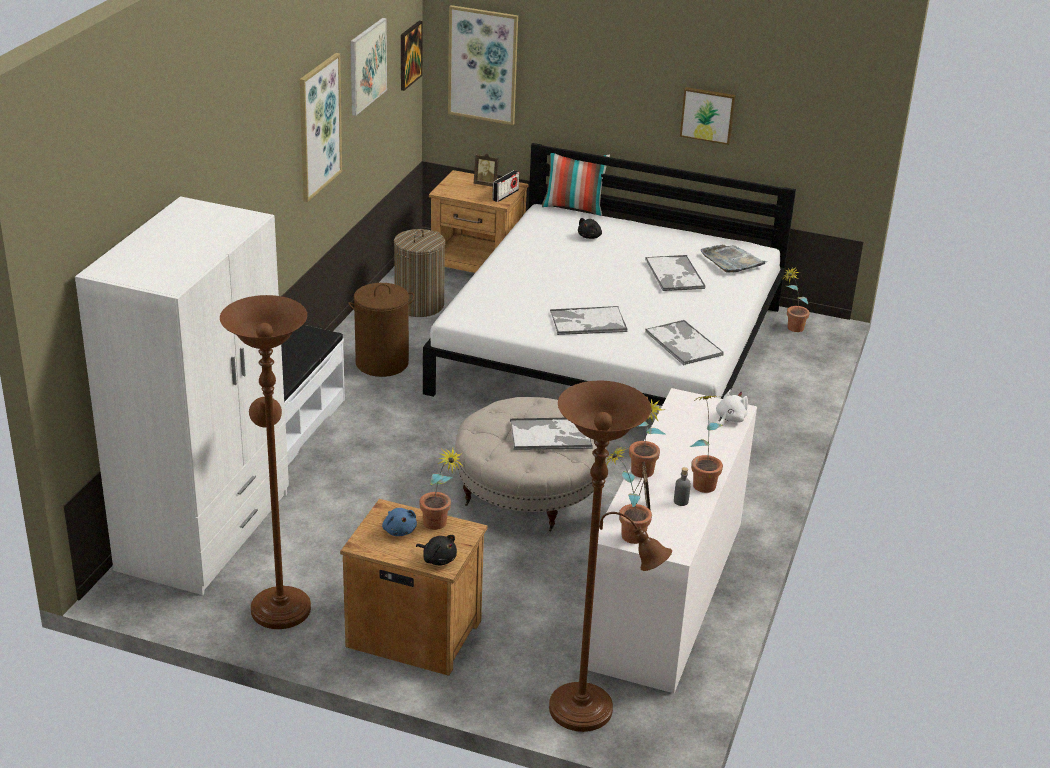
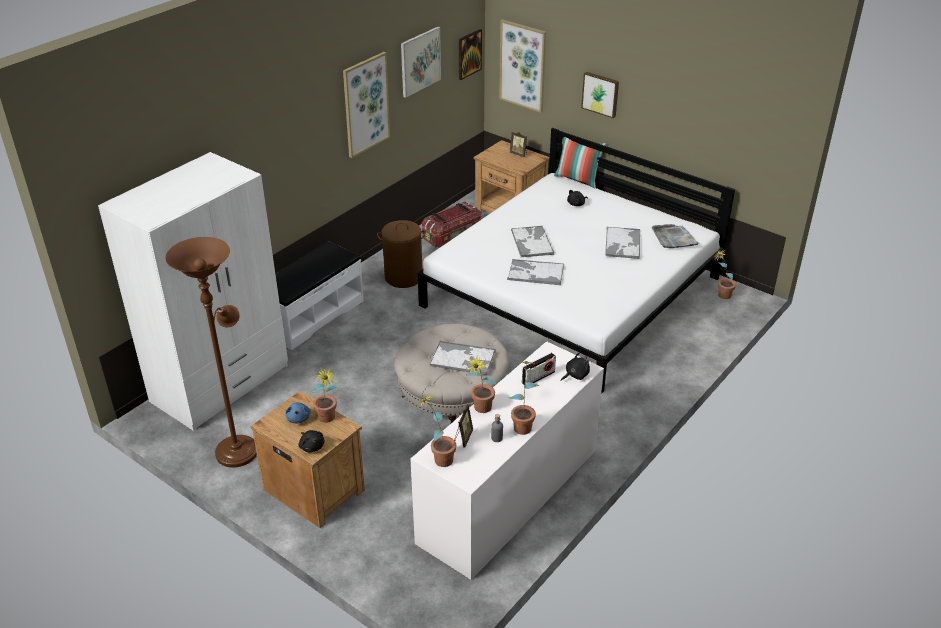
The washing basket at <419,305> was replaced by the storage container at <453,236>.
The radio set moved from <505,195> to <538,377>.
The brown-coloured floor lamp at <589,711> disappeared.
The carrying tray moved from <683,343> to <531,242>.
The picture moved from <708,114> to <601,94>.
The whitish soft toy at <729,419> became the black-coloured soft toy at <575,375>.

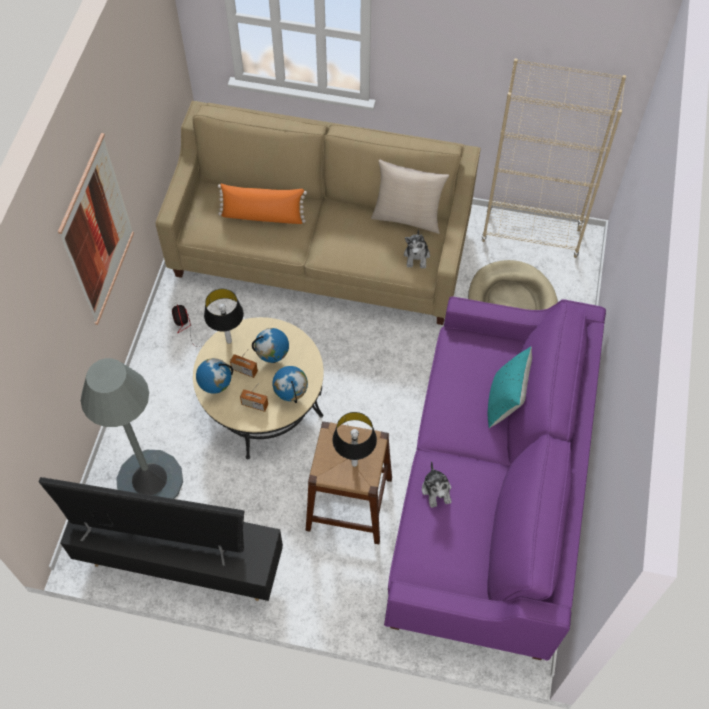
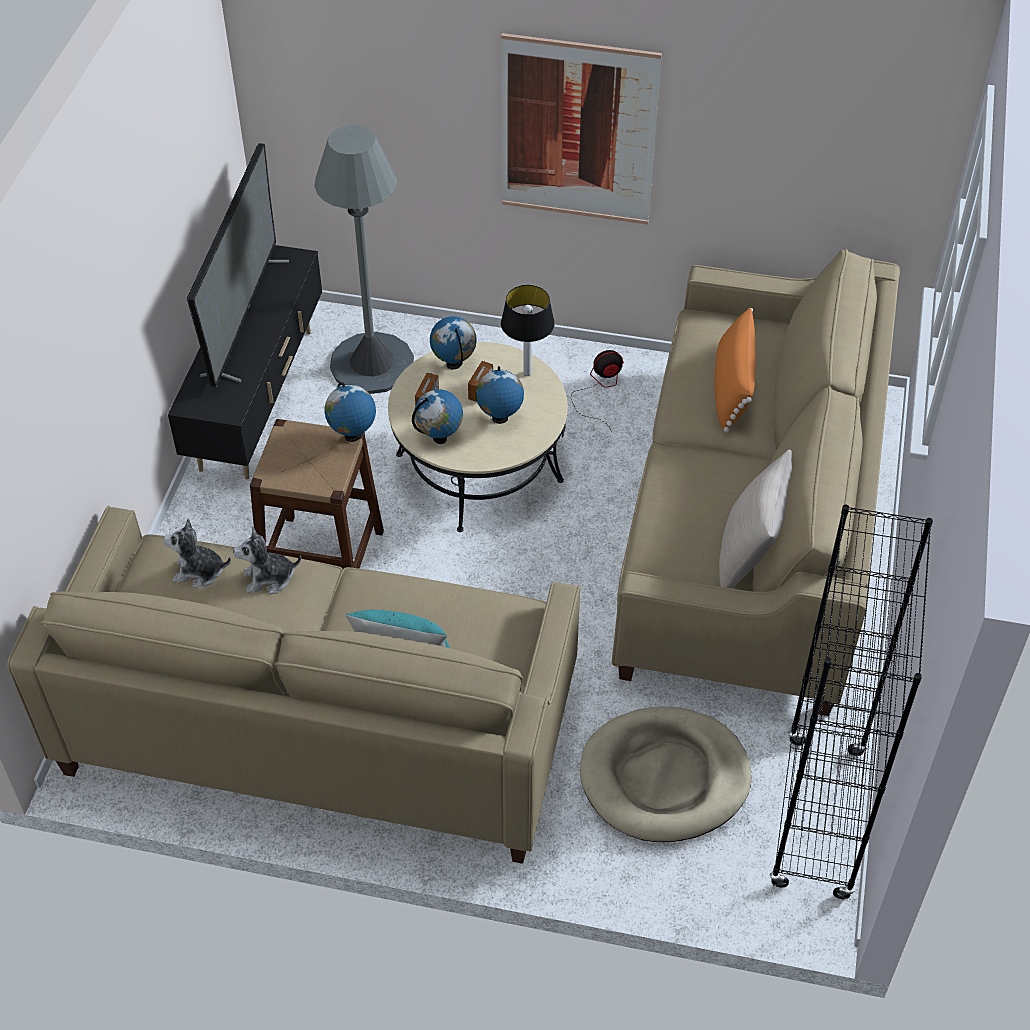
The tabletop lamp at <354,463> disappeared.
The purplish couch at <488,495> became the beige couch at <320,726>.
The soft toy moved from <417,256> to <199,572>.
The beige bookshelf at <531,234> became the black-coloured bookshelf at <818,818>.
The world globe at <352,436> appeared.

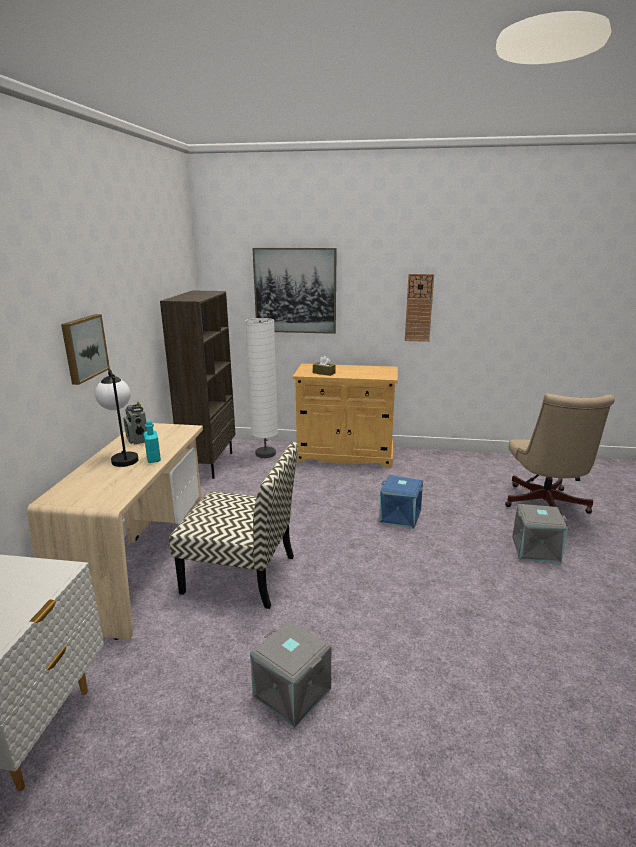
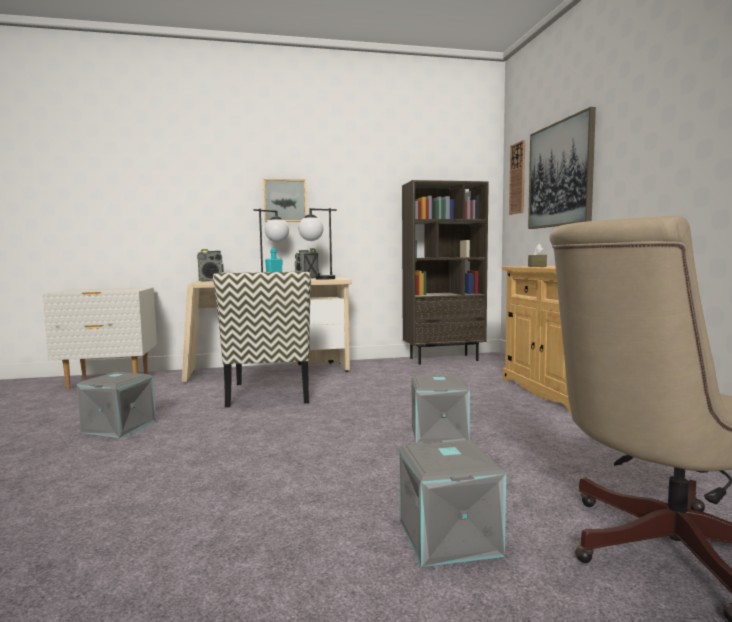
The whitish floor lamp at <265,453> disappeared.
The bluish storage container at <400,516> became the grey storage container at <440,433>.
The clock on the wall moved from <419,308> to <517,178>.
The radio set at <211,281> appeared.
The tabletop lamp at <317,279> appeared.

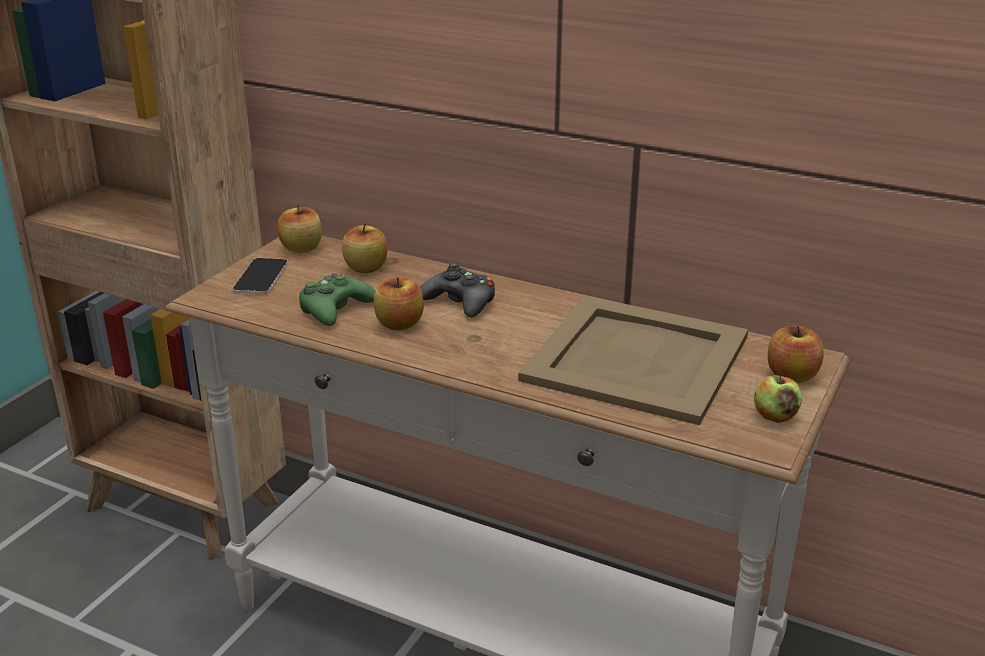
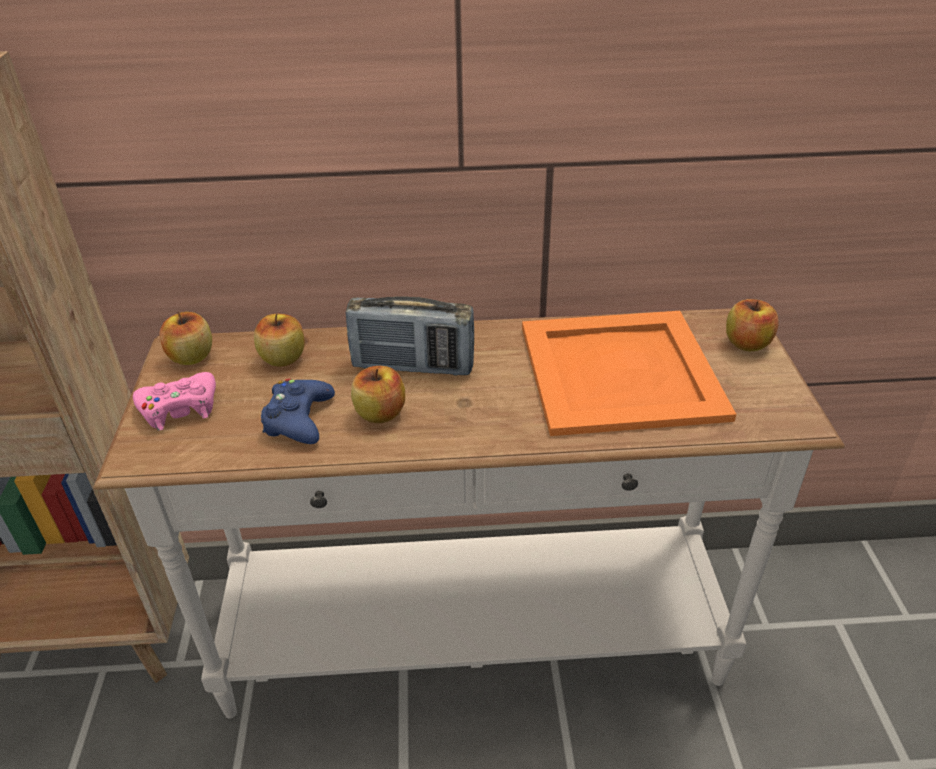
The handset at <261,277> was replaced by the pink game controller at <179,408>.
The green game controller at <335,309> became the bluish game controller at <298,419>.
The black-coloured game controller at <460,302> was replaced by the radio set at <413,366>.
The beige carrying tray at <634,358> became the orange carrying tray at <619,372>.
The apple at <775,416> disappeared.

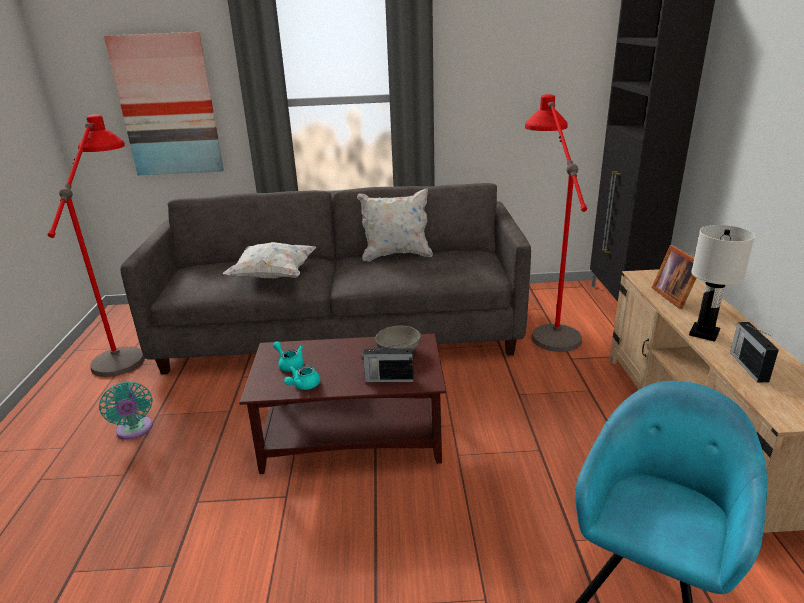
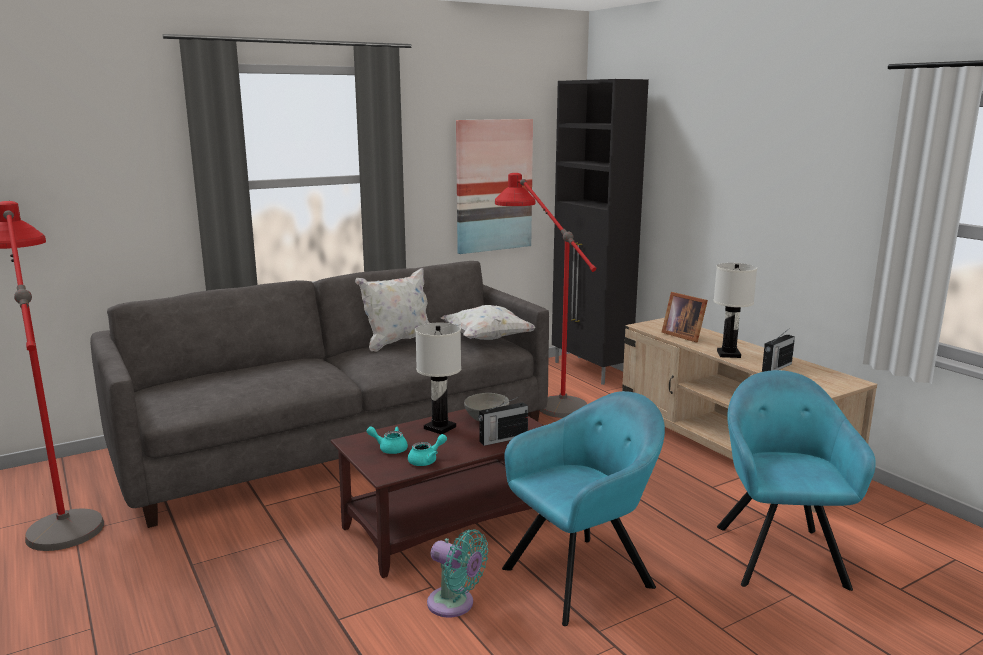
The turquoise-coloured electric fan moved from <135,431> to <454,604>.
The picture moved from <168,106> to <493,185>.
The whitish cushion moved from <273,276> to <487,339>.
The turquoise-coloured teapot at <303,385> turned 135 degrees counterclockwise.
The radio set at <748,366> turned 105 degrees counterclockwise.
The whitish tabletop lamp at <440,428> appeared.
The turquoise-coloured armchair at <583,575> appeared.

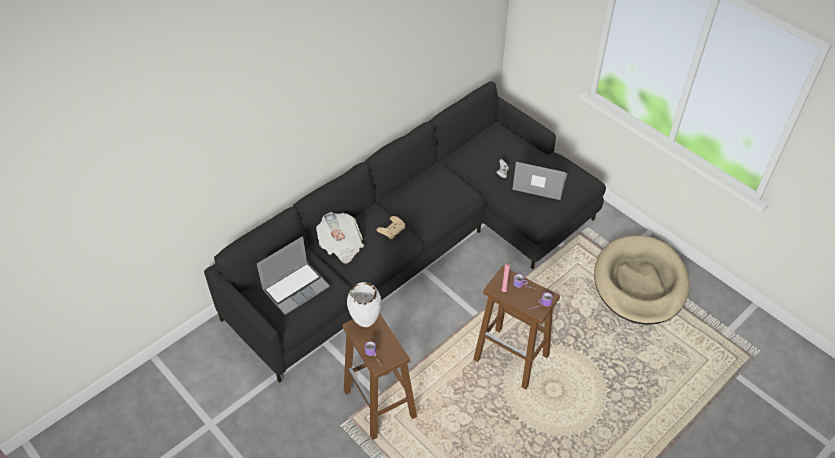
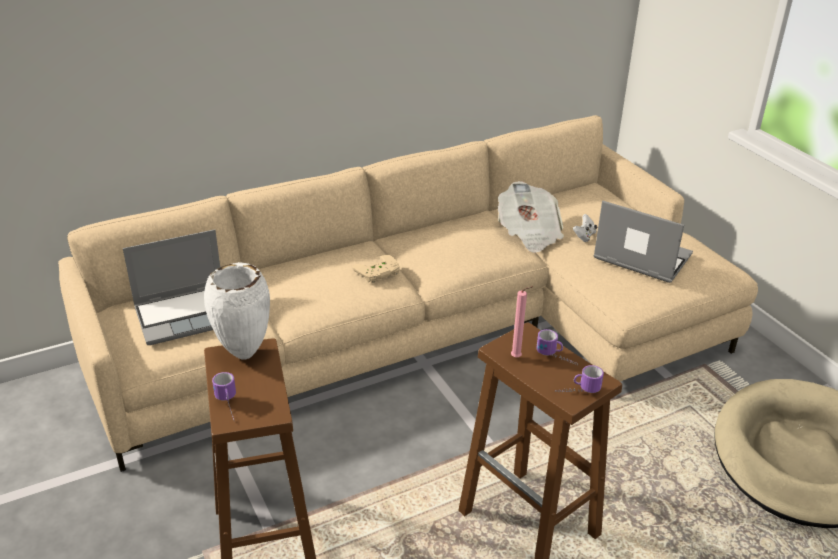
The black-coloured couch at <419,246> became the beige couch at <432,334>.
The newspaper moved from <341,245> to <529,233>.

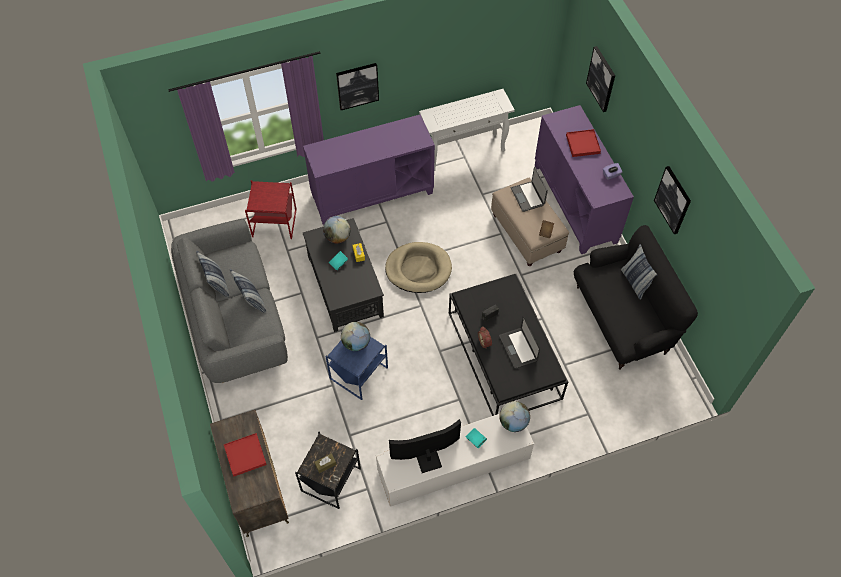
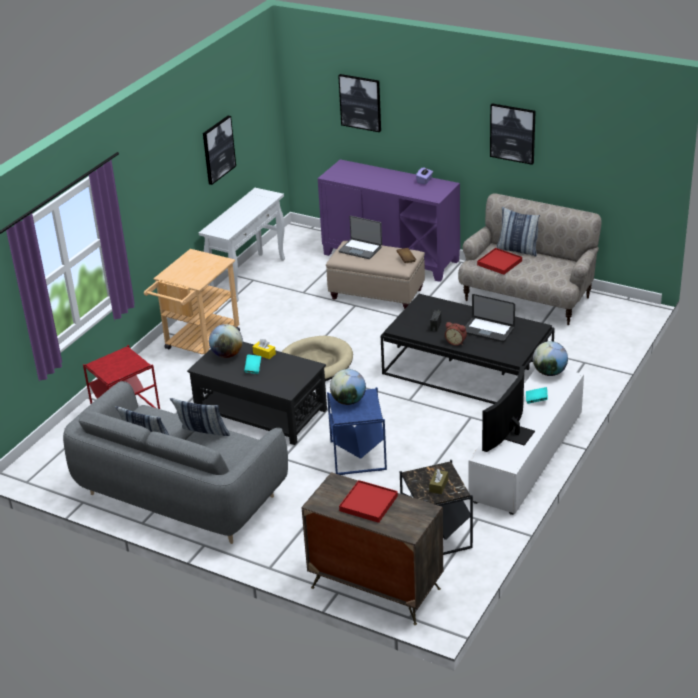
The purplish cupboard at <372,193> was replaced by the beige cart at <199,344>.
The picture moved from <357,85> to <218,149>.
The red-coloured carrying tray moved from <583,144> to <499,263>.
The black-coloured couch at <622,319> became the beige couch at <528,298>.

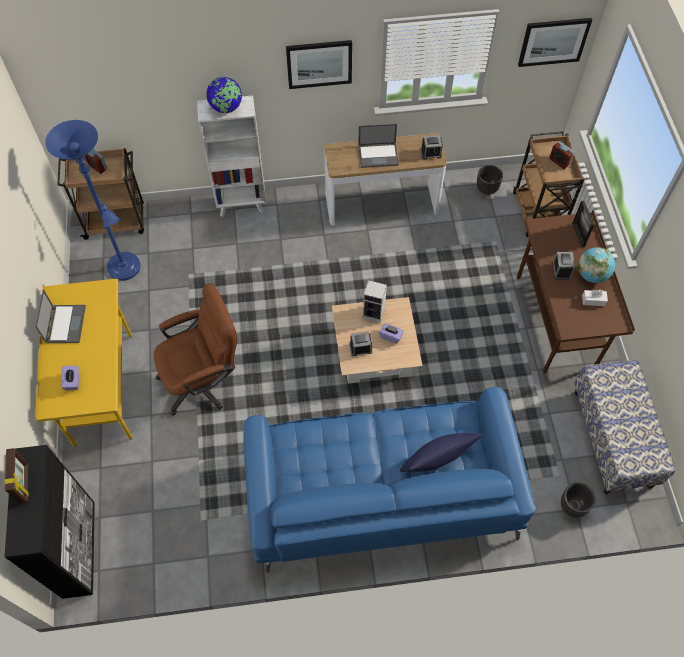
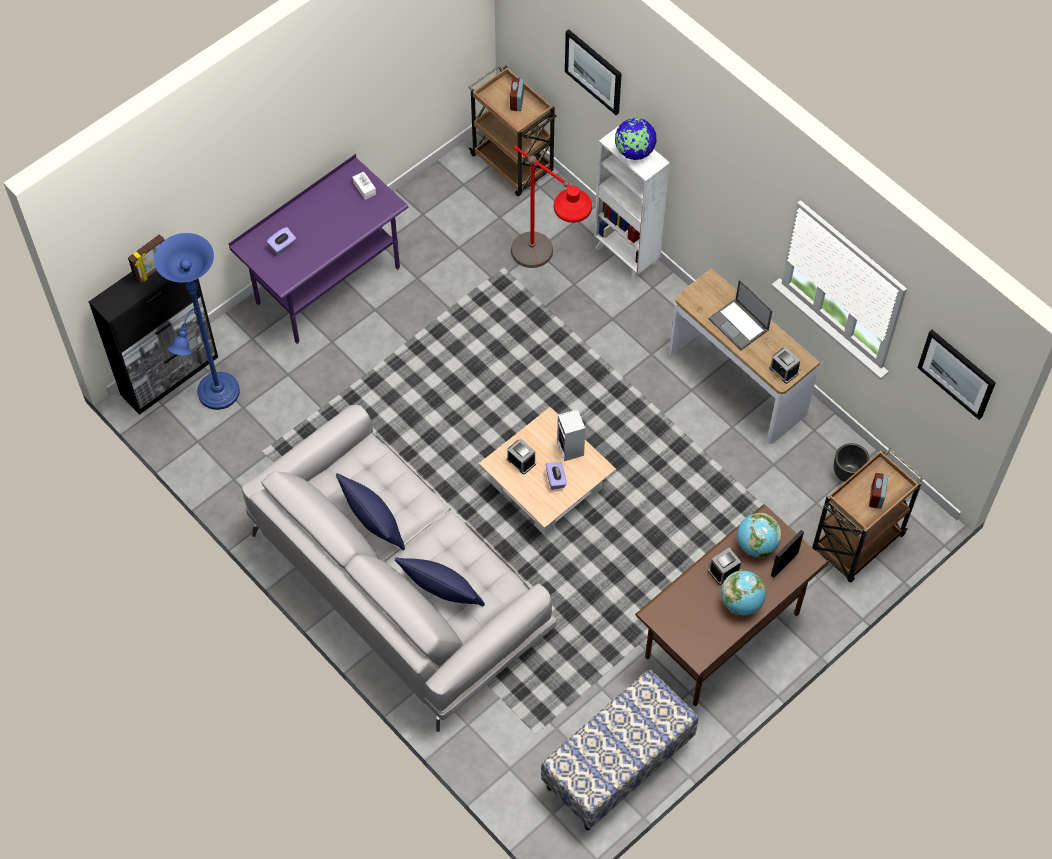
The yellow desk table at <103,389> became the purplish desk table at <328,286>.
The laptop at <65,323> disappeared.
The bluish floor lamp moved from <126,270> to <216,396>.
The brown-coloured computer chair at <204,380> disappeared.
The bluish couch at <380,491> became the grey couch at <399,581>.
The picture moved from <319,63> to <594,71>.
The black-coloured planter at <572,507> disappeared.
The whitish box of tissues moved from <593,300> to <364,188>.
The bluish cushion at <373,521> appeared.
The red-coloured floor lamp at <546,272> appeared.
The world globe at <756,545> appeared.

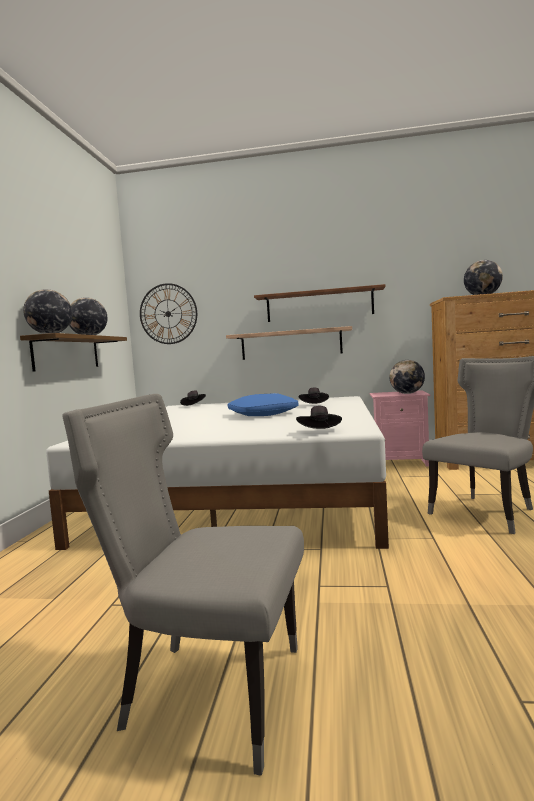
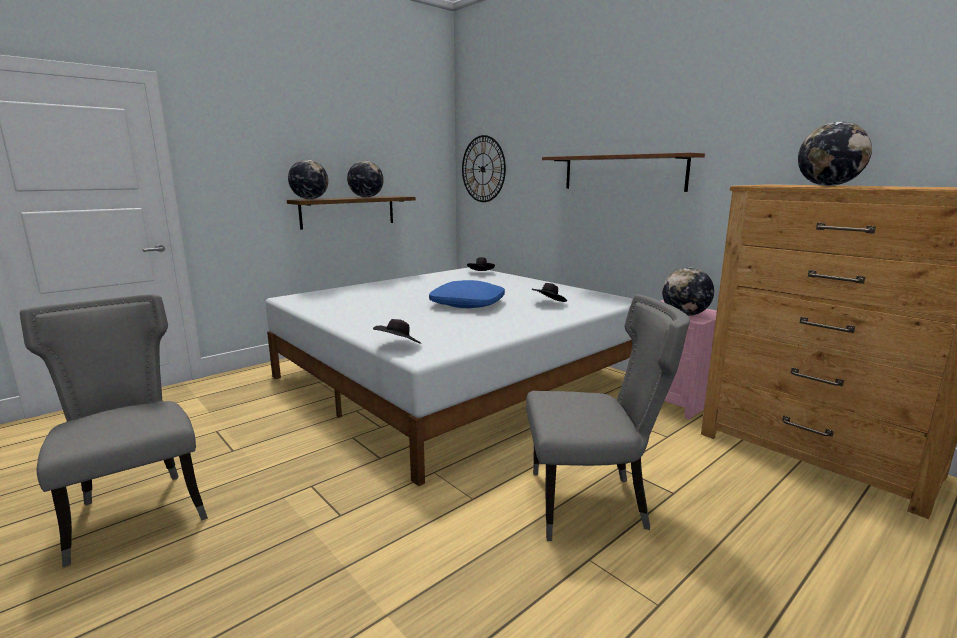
The wall shelf at <291,344> disappeared.

